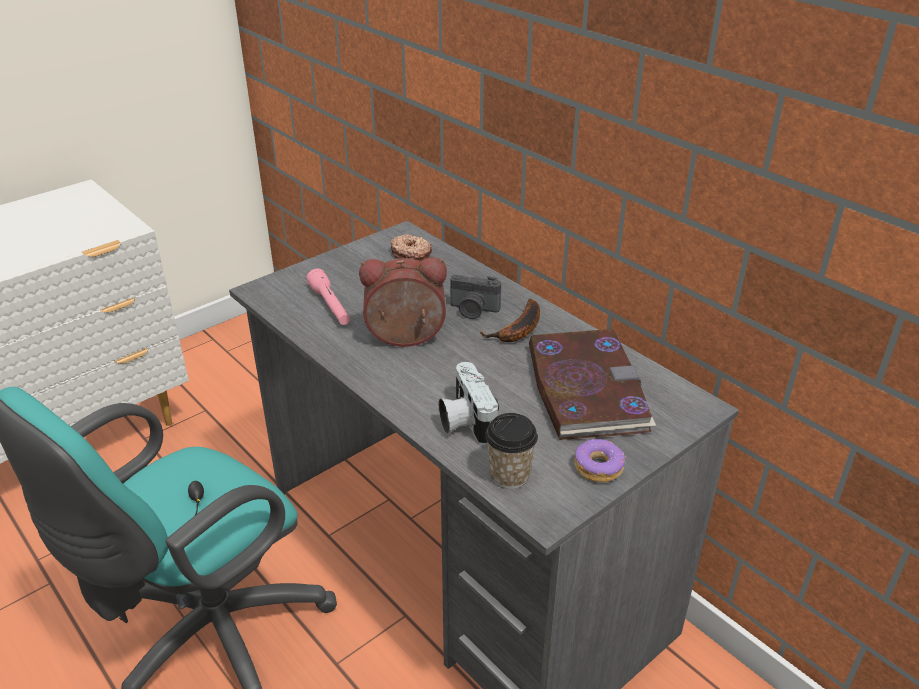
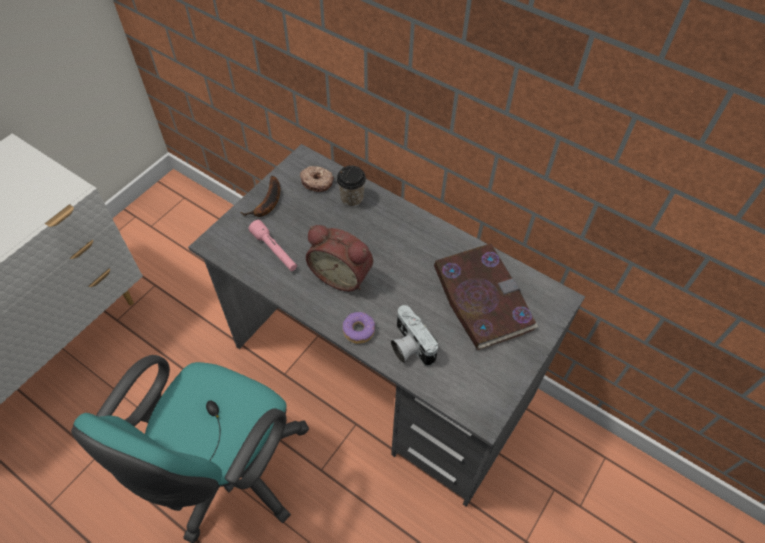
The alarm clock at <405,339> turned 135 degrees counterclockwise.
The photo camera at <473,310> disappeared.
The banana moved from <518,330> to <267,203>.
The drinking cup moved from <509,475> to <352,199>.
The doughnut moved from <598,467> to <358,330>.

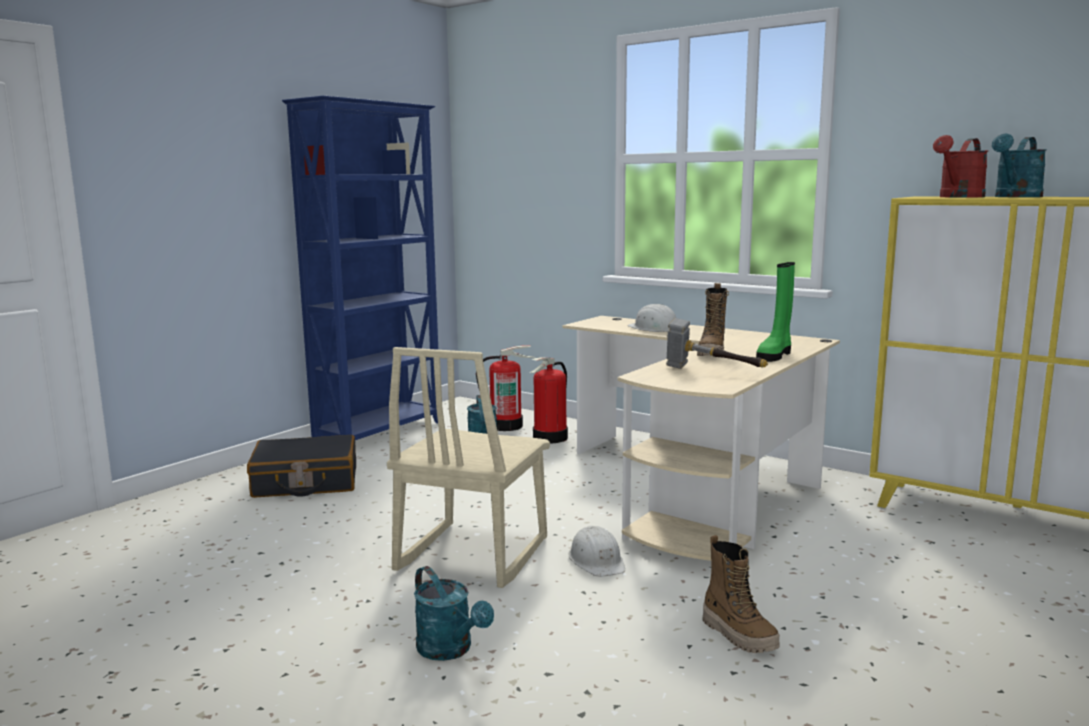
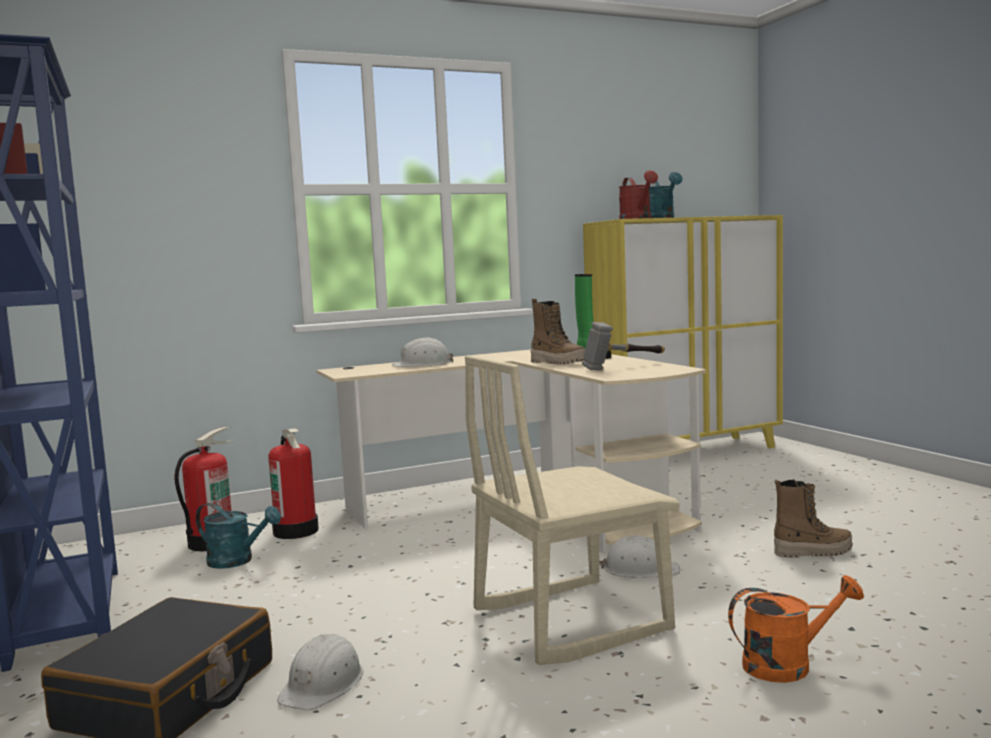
The beige chair at <471,554> turned 105 degrees clockwise.
The turquoise-coloured watering pot at <450,650> became the orange watering pot at <788,664>.
The whitish safety helmet at <323,684> appeared.

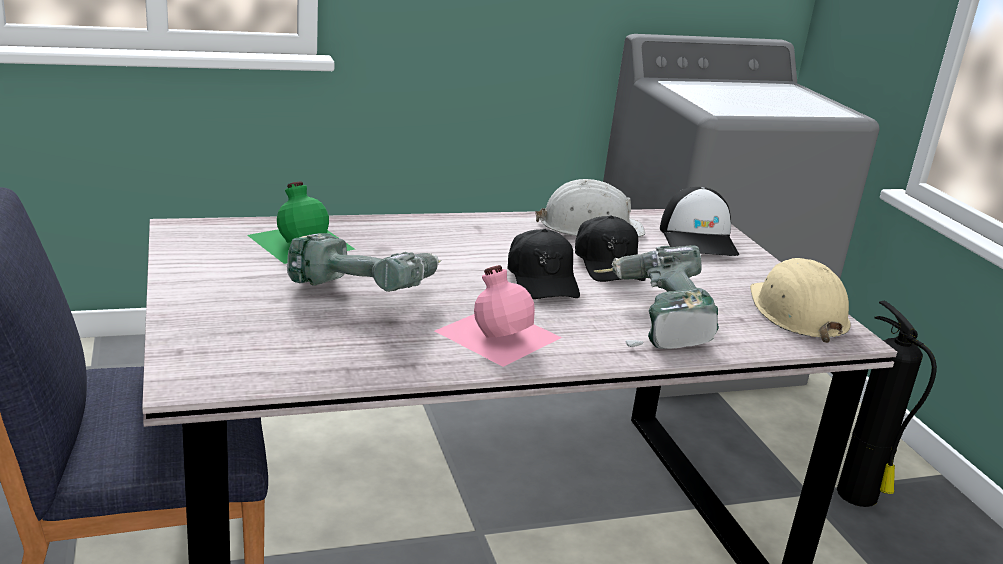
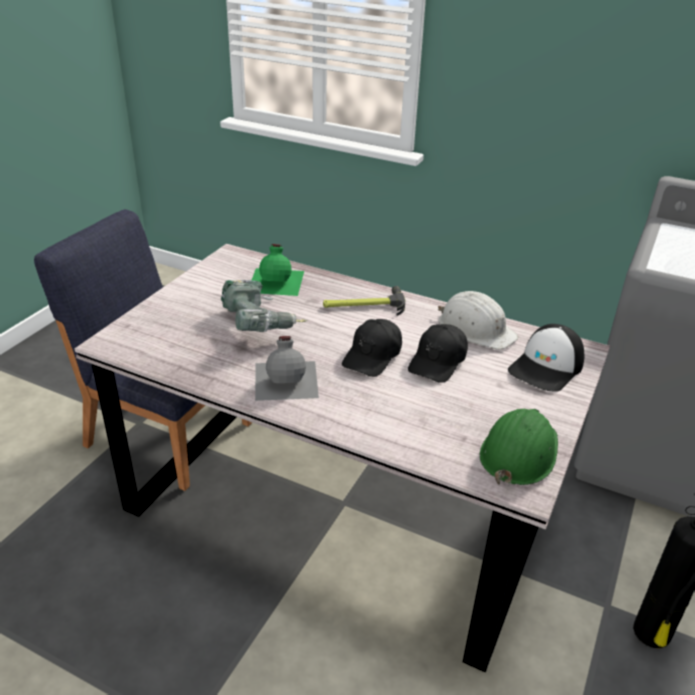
The pink drink bottle at <498,333> became the grey drink bottle at <287,379>.
The electric drill at <654,320> disappeared.
The beige safety helmet at <797,312> became the green safety helmet at <518,453>.
The tool hammer at <363,305> appeared.

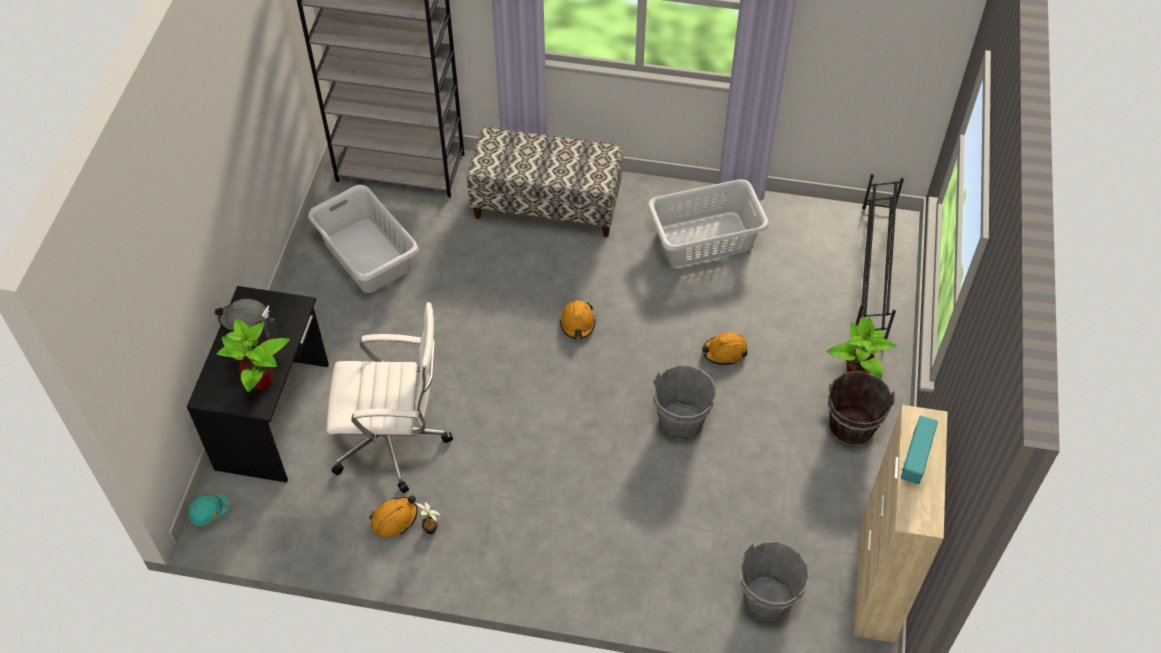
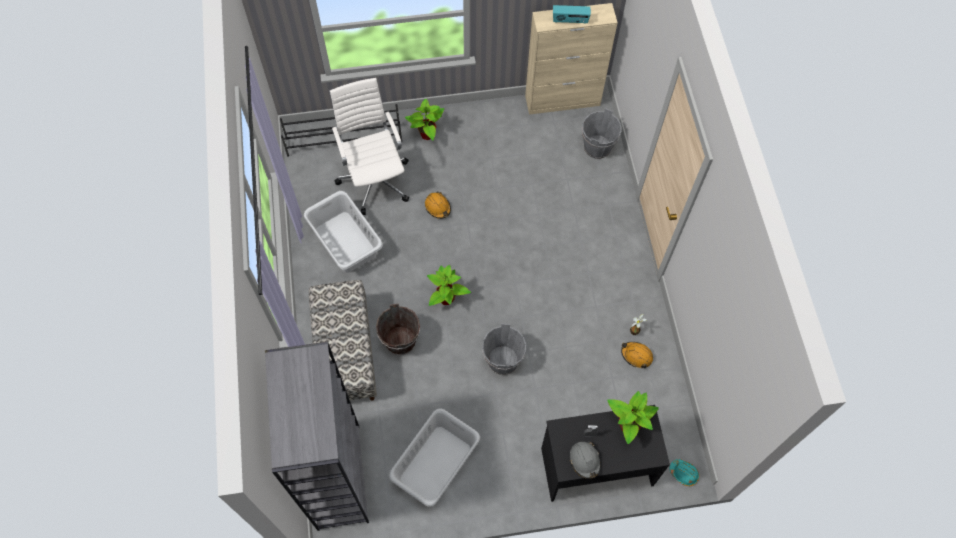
The whitish computer chair moved from <394,441> to <375,179>.
The orange safety helmet at <577,323> was replaced by the houseplant at <446,299>.
The grey pail moved from <680,422> to <503,360>.
The brown-coloured pail moved from <850,428> to <400,341>.

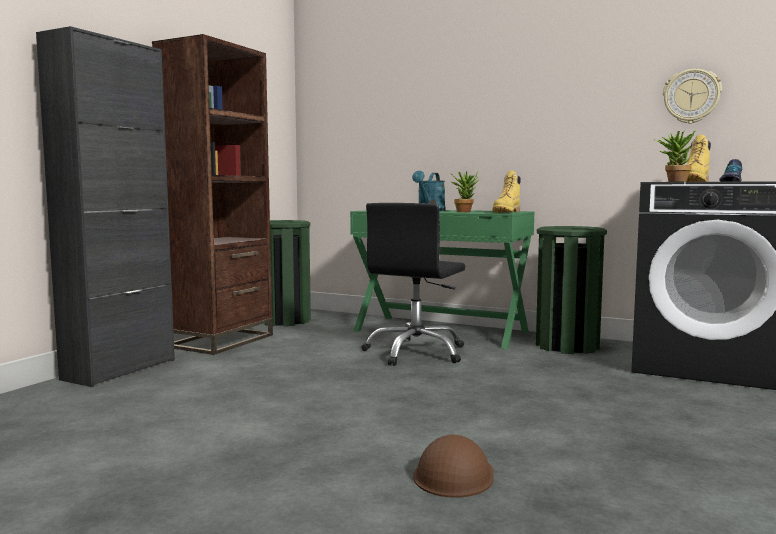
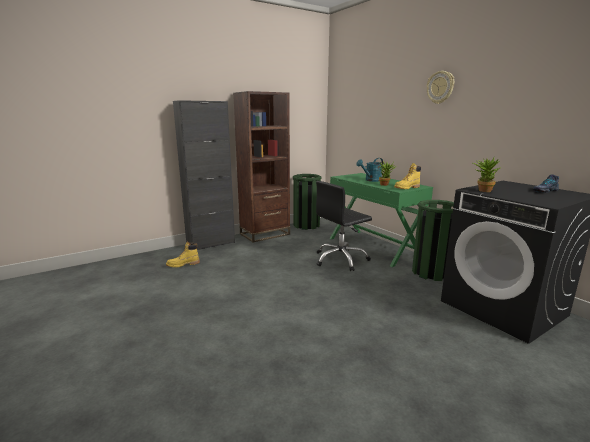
The brown-coloured safety helmet at <454,475> disappeared.
The clock on the wall moved from <691,96> to <440,87>.
The yellow boot moved from <694,182> to <183,264>.

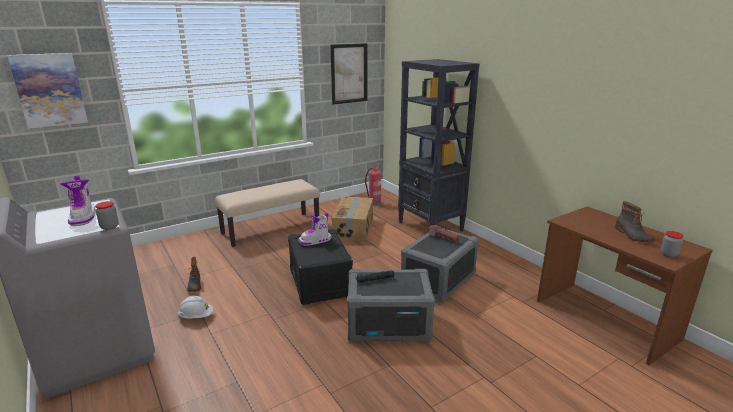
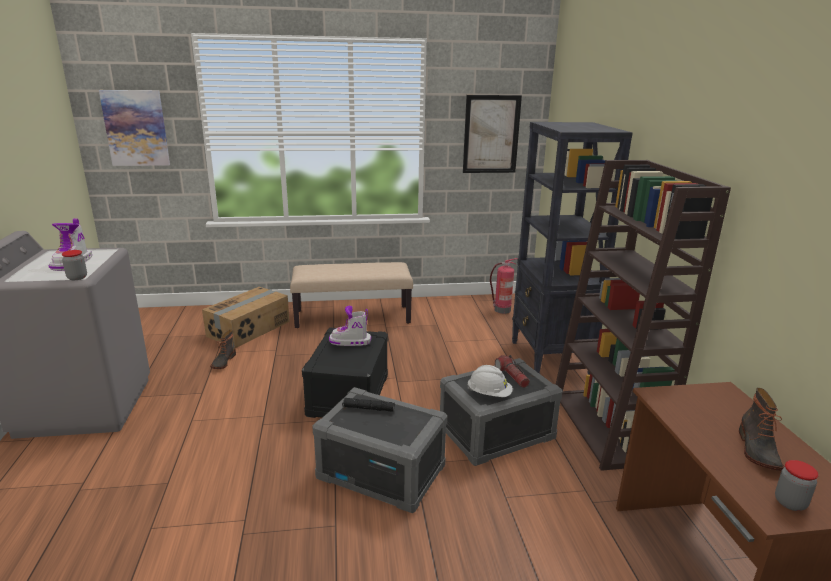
The whitish safety helmet moved from <196,316> to <489,394>.
The carton moved from <354,228> to <249,329>.
The brown-coloured bookshelf at <606,428> appeared.

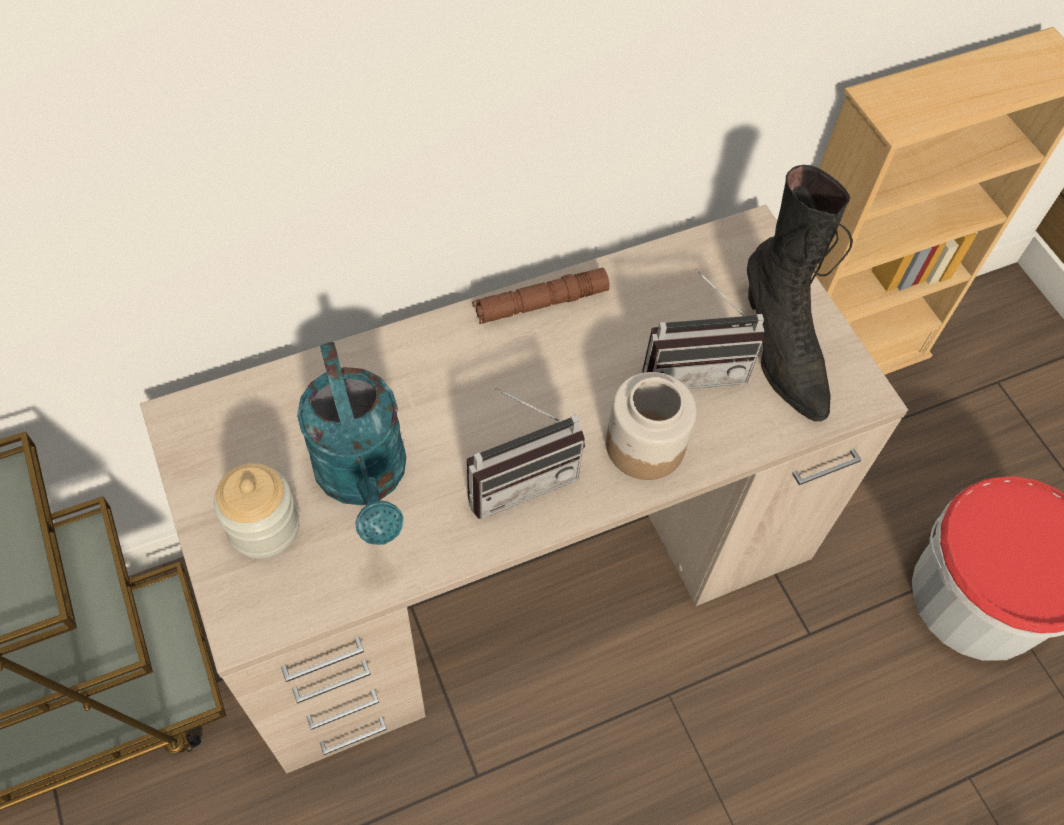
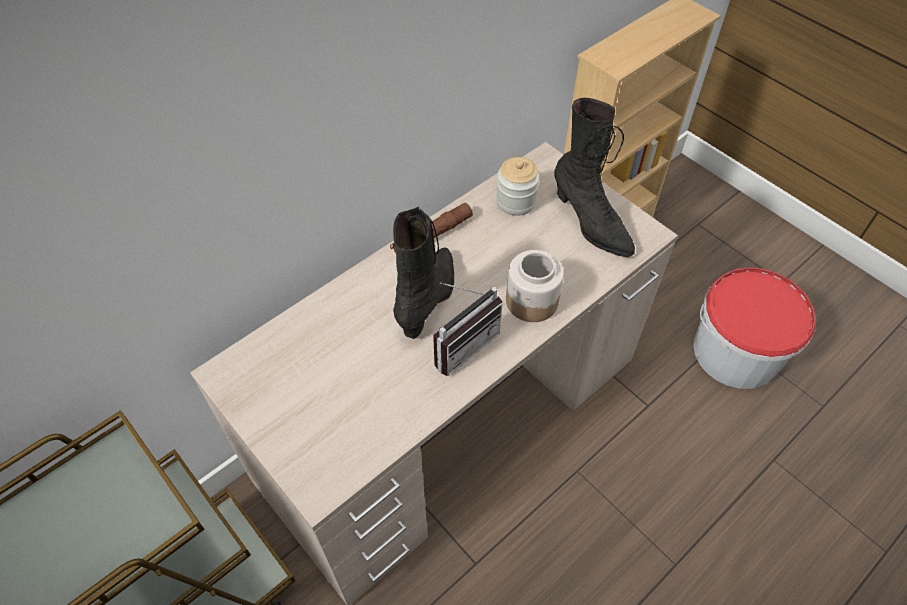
The preserve jar moved from <264,527> to <516,202>.
The turquoise-coloured watering pot at <365,479> disappeared.
The radio set at <693,368> disappeared.
The black-coloured boot at <428,300> appeared.

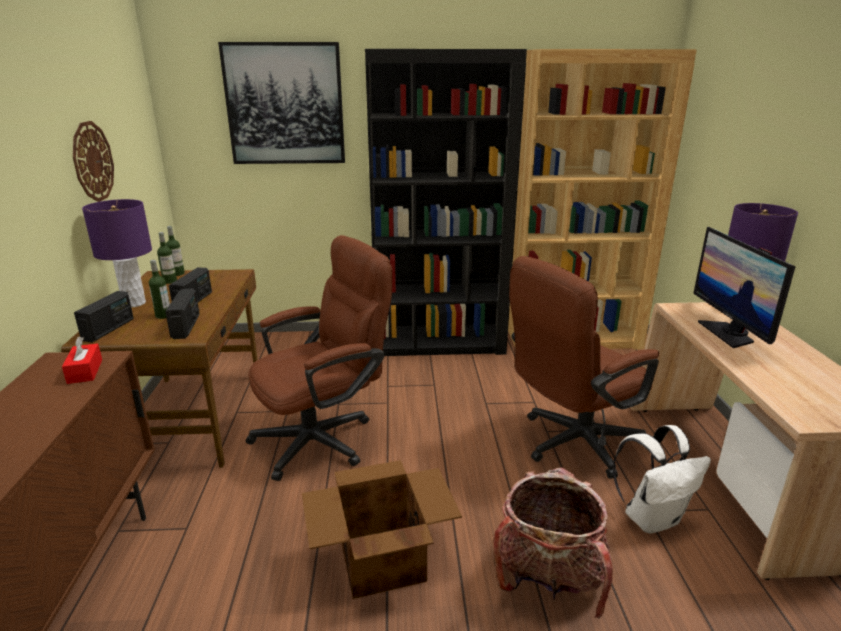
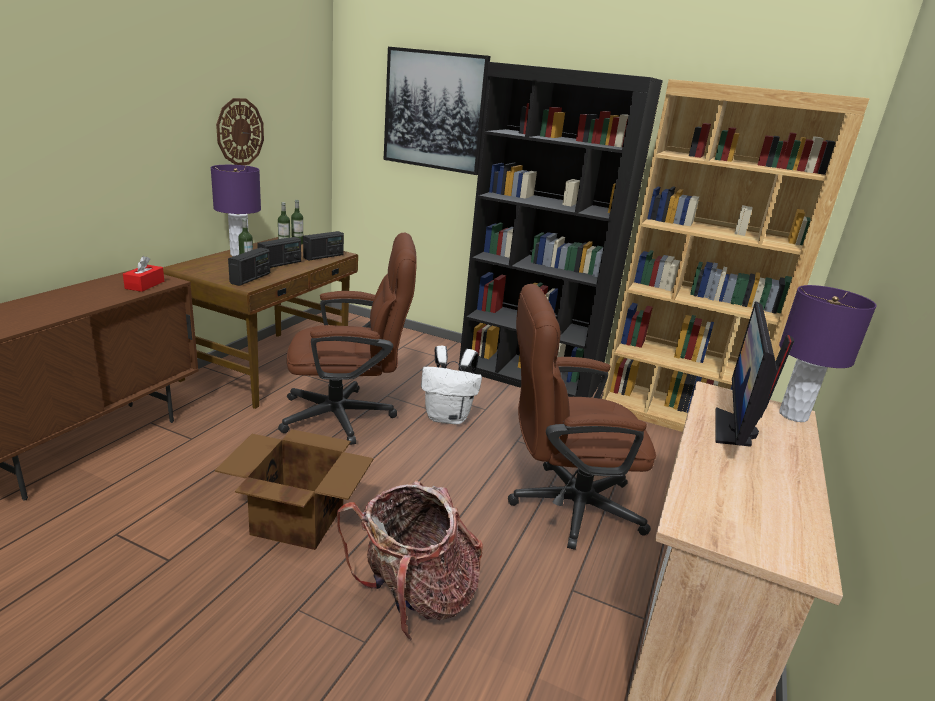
The radio set moved from <109,329> to <324,256>.
The whitish rucksack moved from <652,518> to <448,417>.

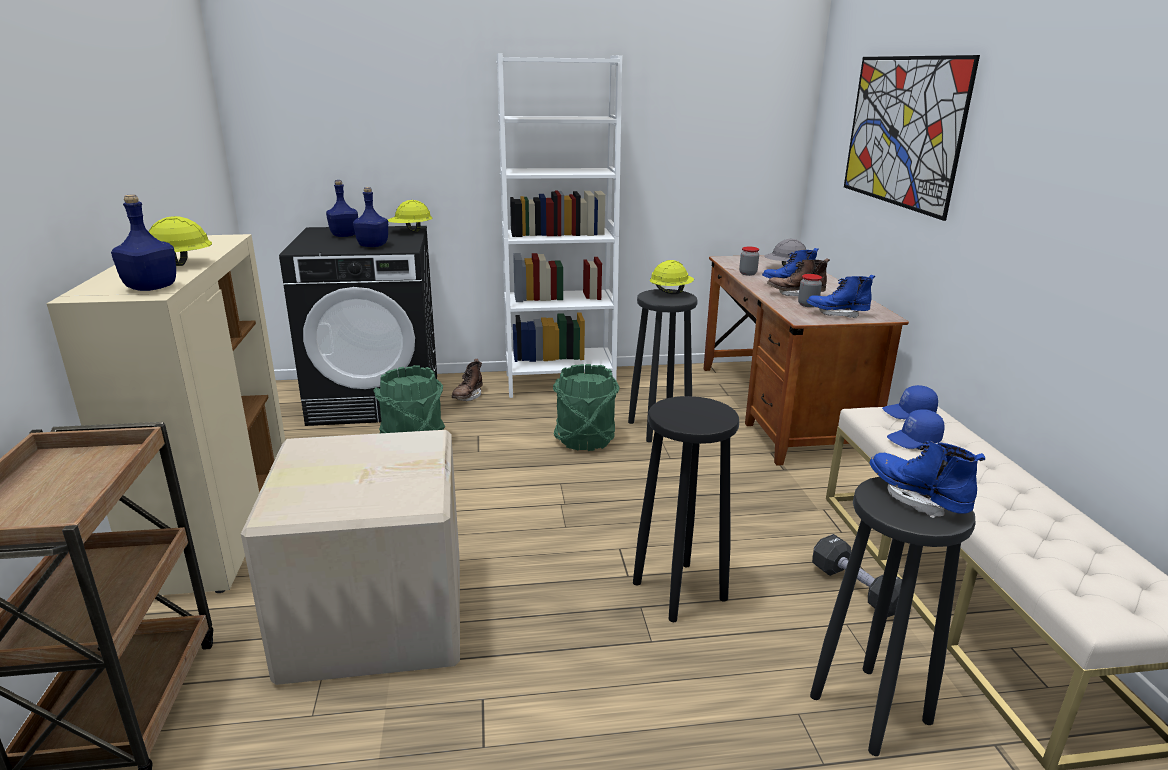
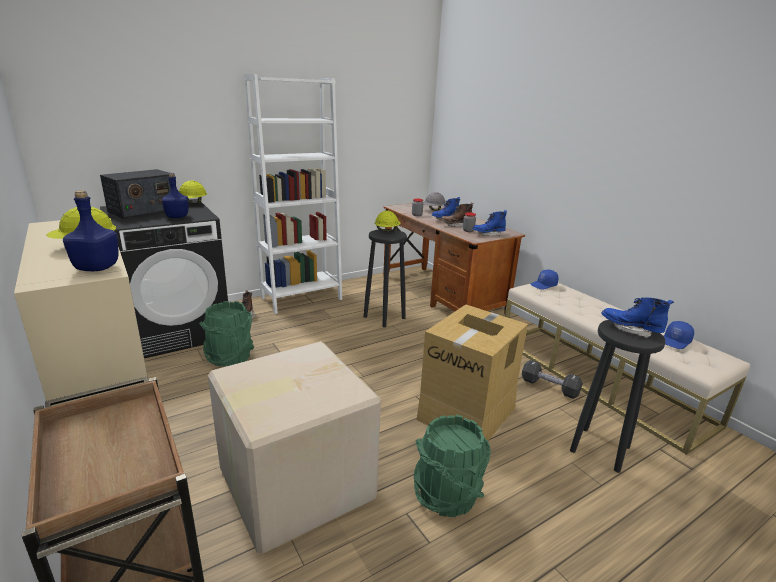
The bluish drink bottle at <345,235> was replaced by the radio set at <143,210>.
The green pail moved from <585,439> to <447,495>.
The black-coloured stool at <680,591> was replaced by the carton at <467,413>.
The picture at <902,131> disappeared.
The bluish baseball cap moved from <914,440> to <675,341>.

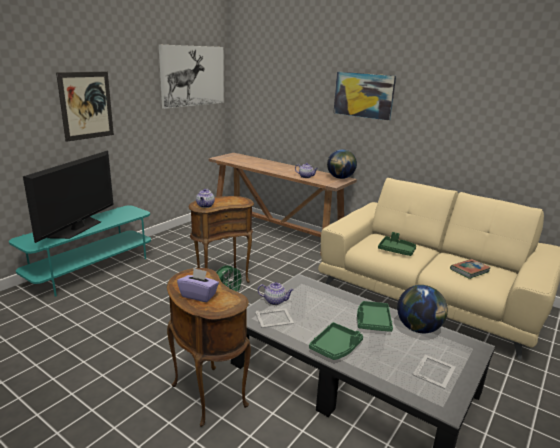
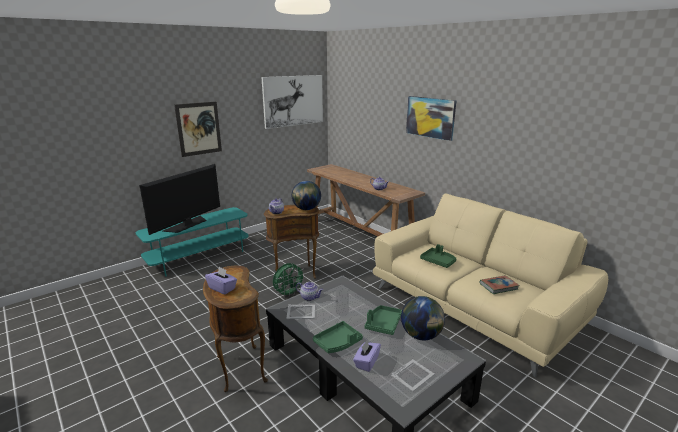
The world globe moved from <340,178> to <306,209>.
The purplish box of tissues at <366,362> appeared.

